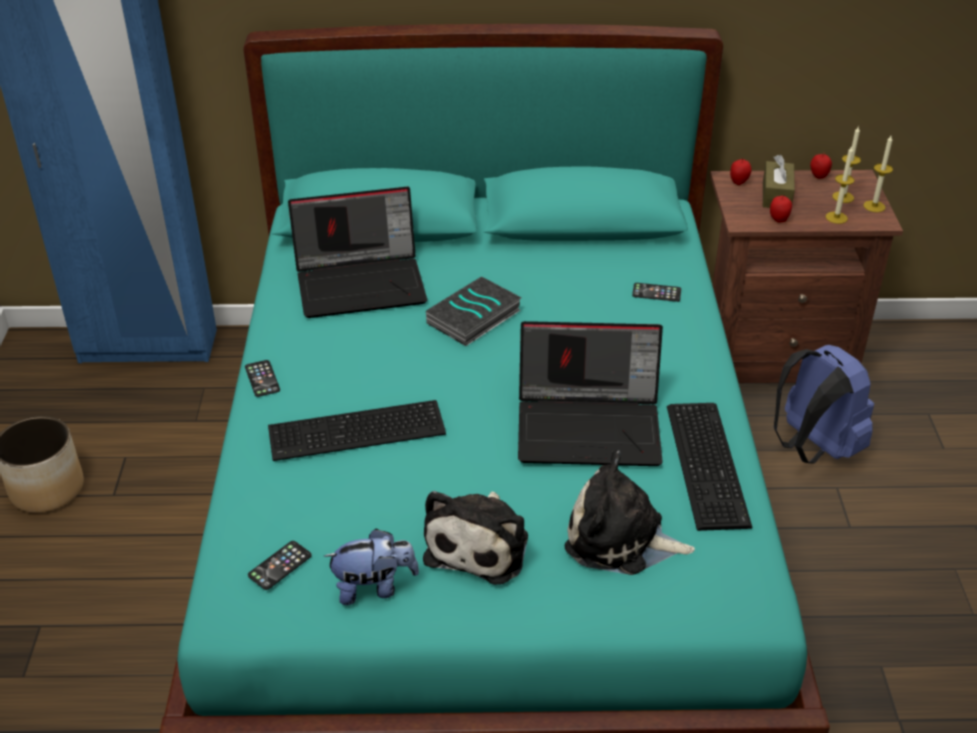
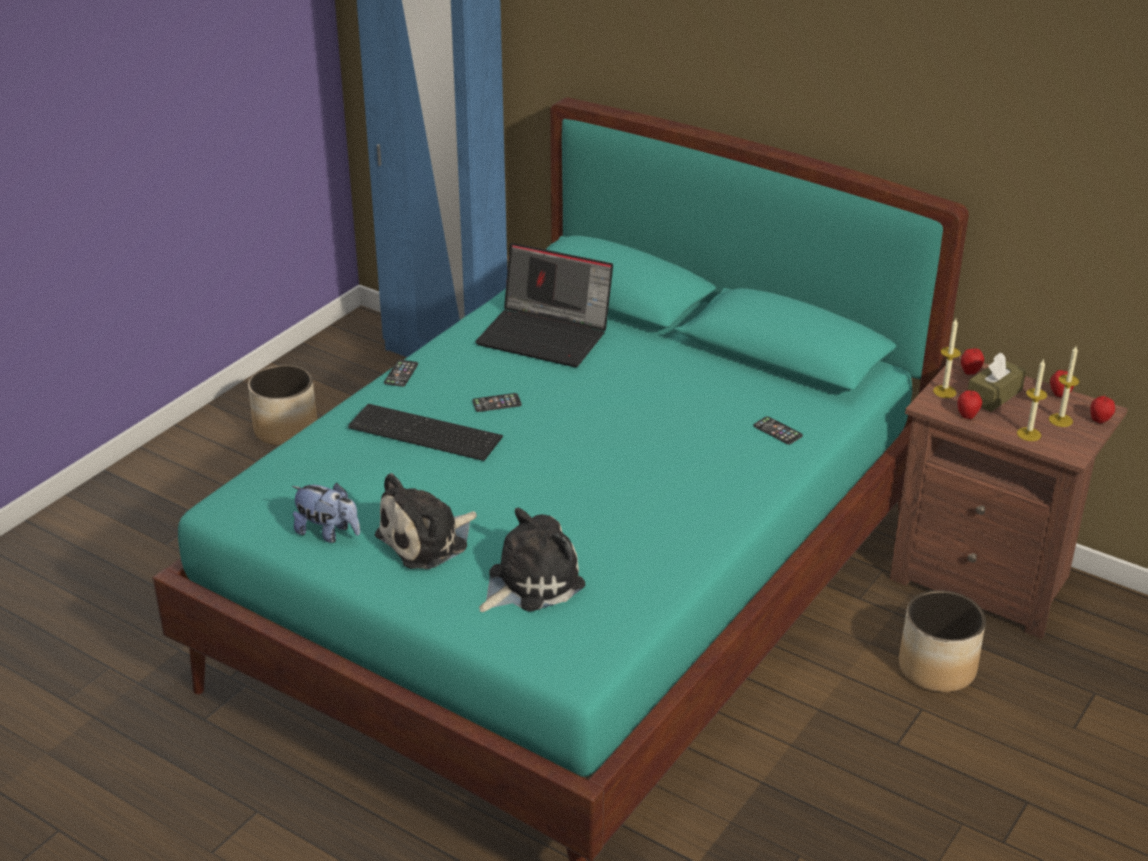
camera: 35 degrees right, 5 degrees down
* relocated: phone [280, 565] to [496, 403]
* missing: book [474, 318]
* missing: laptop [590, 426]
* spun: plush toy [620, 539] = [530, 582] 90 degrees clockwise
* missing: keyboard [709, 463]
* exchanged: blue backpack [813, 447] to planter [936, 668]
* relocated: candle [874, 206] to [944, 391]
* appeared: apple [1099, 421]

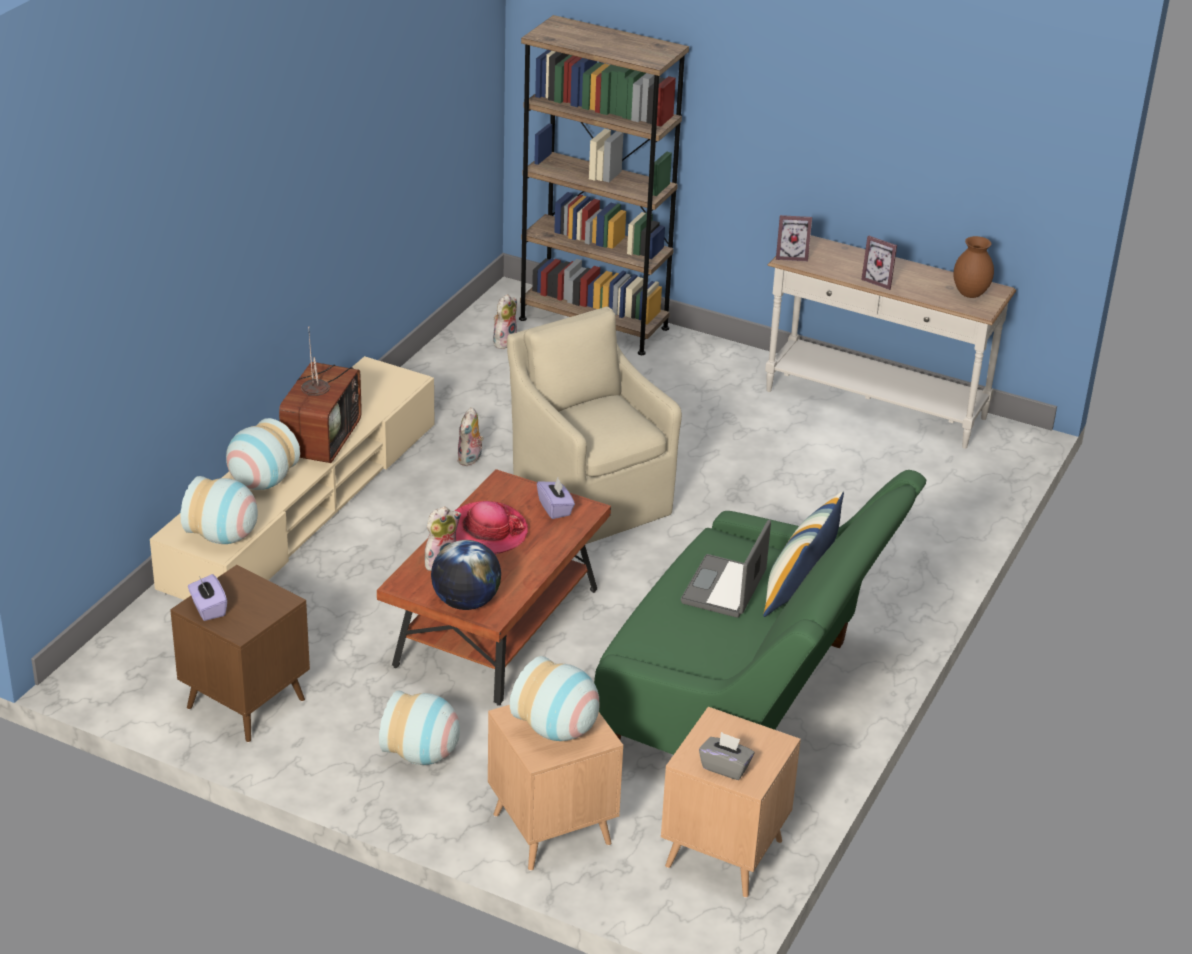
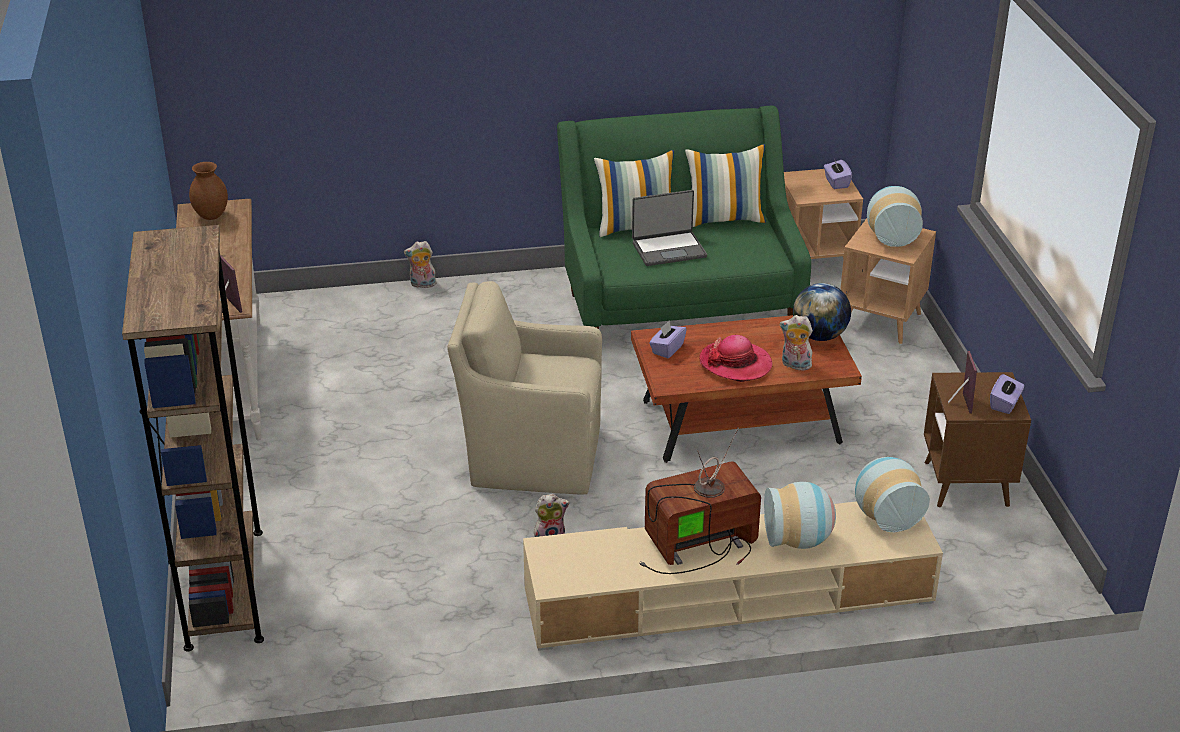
camera: 125 degrees left, 0 degrees up
* missing: vase [423, 755]
* relocated: plush toy [504, 341] to [422, 285]
* spun: beige armchair [589, 498] = [530, 456] 75 degrees clockwise
* colour: grey tissue box [725, 767] to purple tissue box [836, 183]
* relocated: picture frame [880, 281] to [958, 403]
* appeared: pillow [724, 219]

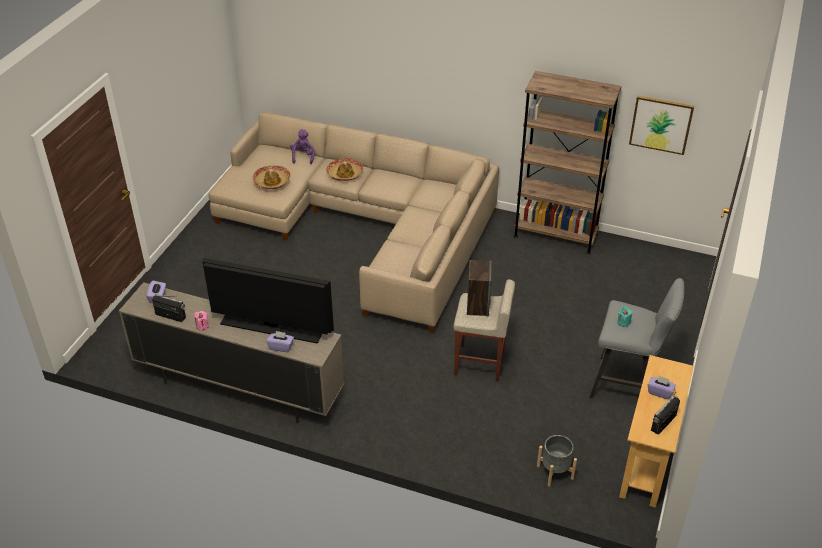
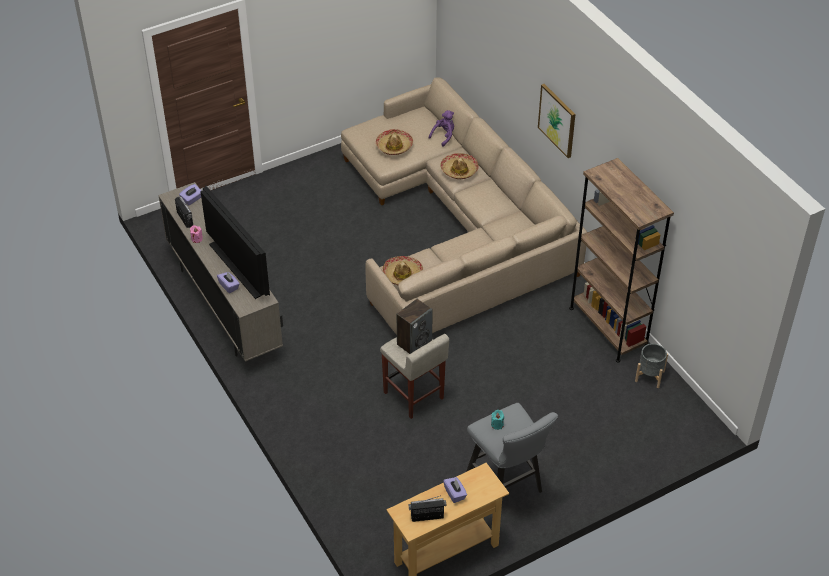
camera: 40 degrees right, 5 degrees up
* relocated: grey planter [555, 472] to [649, 376]
* relocated: picture [661, 124] to [557, 120]
* appeared: hat [402, 275]

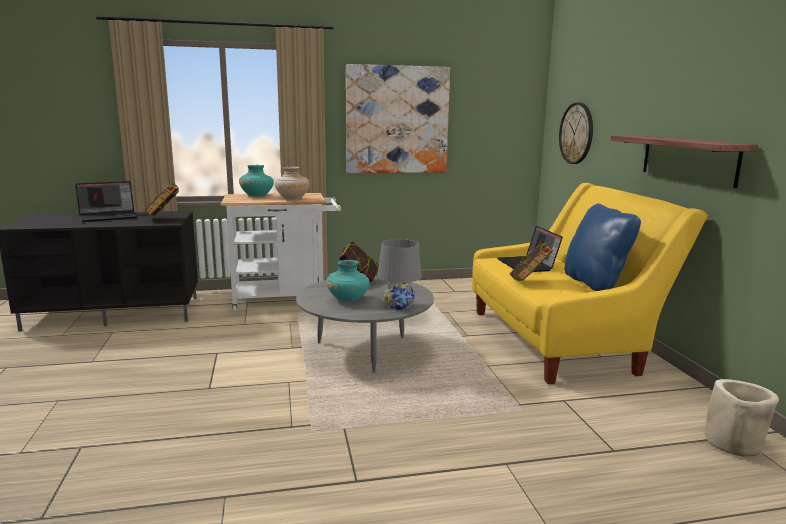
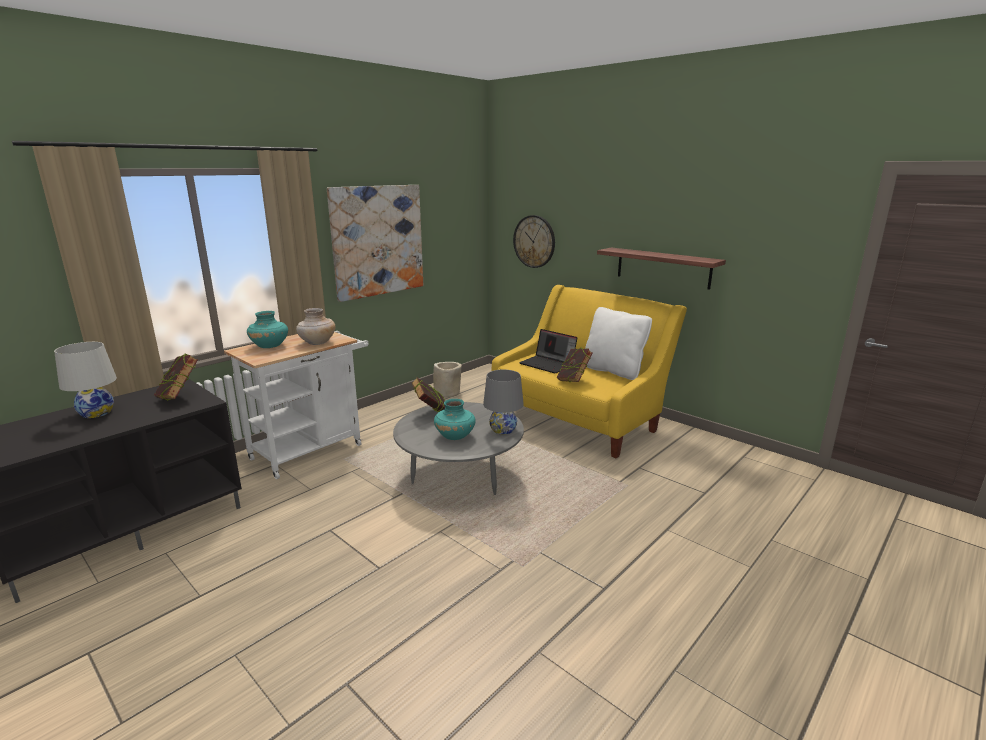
camera: 35 degrees left, 5 degrees up
* exchanged: laptop [109, 217] to white table lamp [96, 413]
* colour: blue pillow [595, 284] to white pillow [613, 371]
* relocated: beige planter [734, 444] to [447, 393]

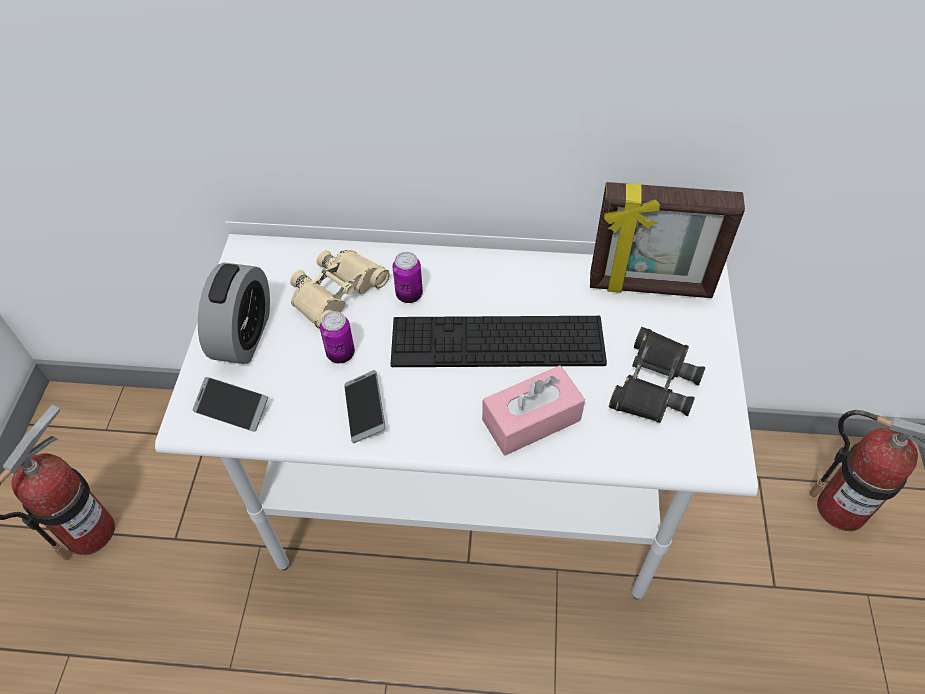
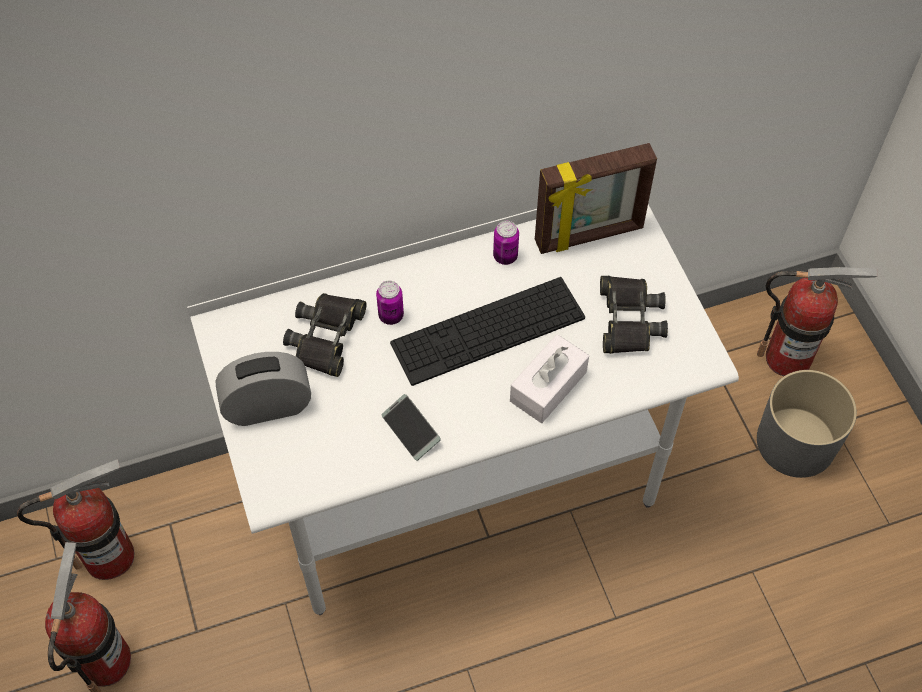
camera: 25 degrees left, 5 degrees up
* missing: phone [232, 408]
* spun: alarm clock [244, 336] = [268, 407] 90 degrees counterclockwise
* colour: beige binoculars [337, 293] to black binoculars [326, 337]
* relocated: can [340, 354] to [505, 256]
* colour: pink tissue box [531, 420] to white tissue box [548, 386]
* appeared: fire extinguisher [109, 556]
* appeared: grey planter [796, 442]

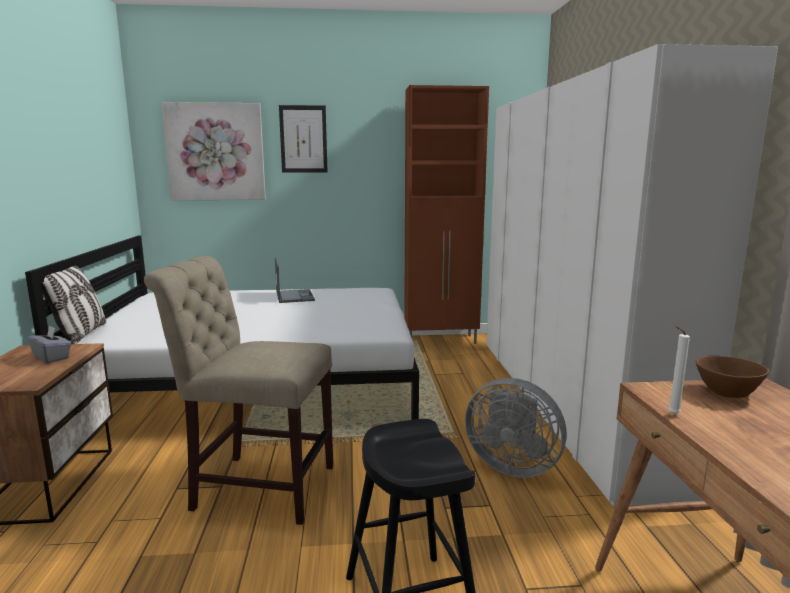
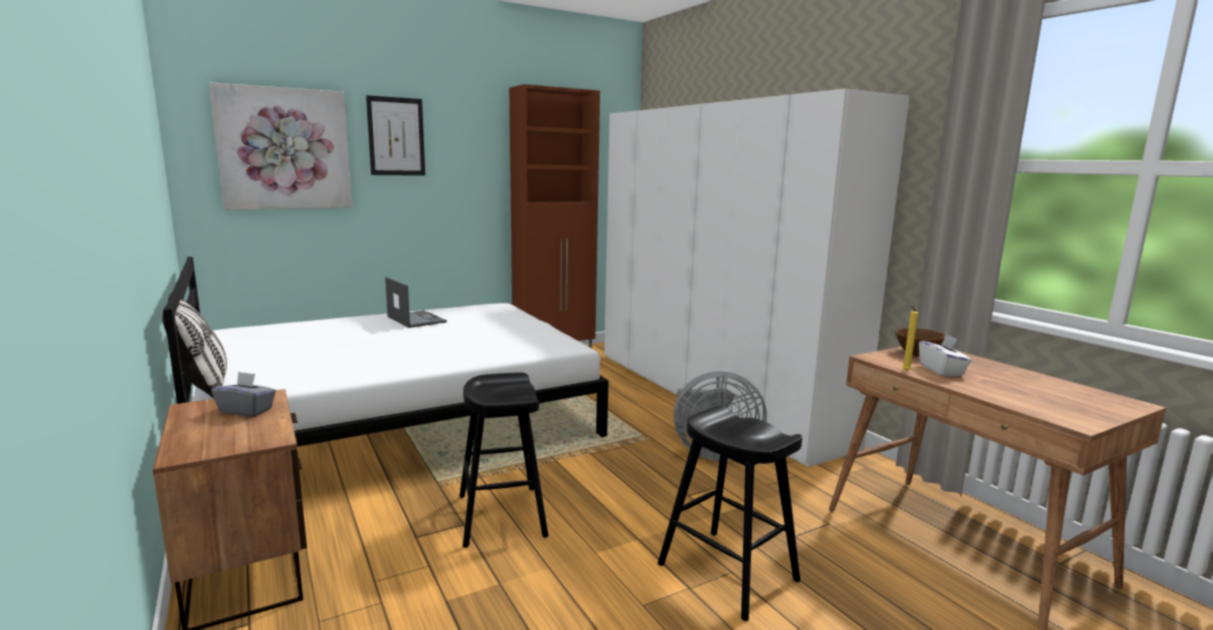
camera: 25 degrees left, 0 degrees up
* exchanged: beige chair [257, 486] to black stool [501, 516]
* colour: white candle [671, 414] to yellow candle [905, 371]
* appeared: white tissue box [942, 370]

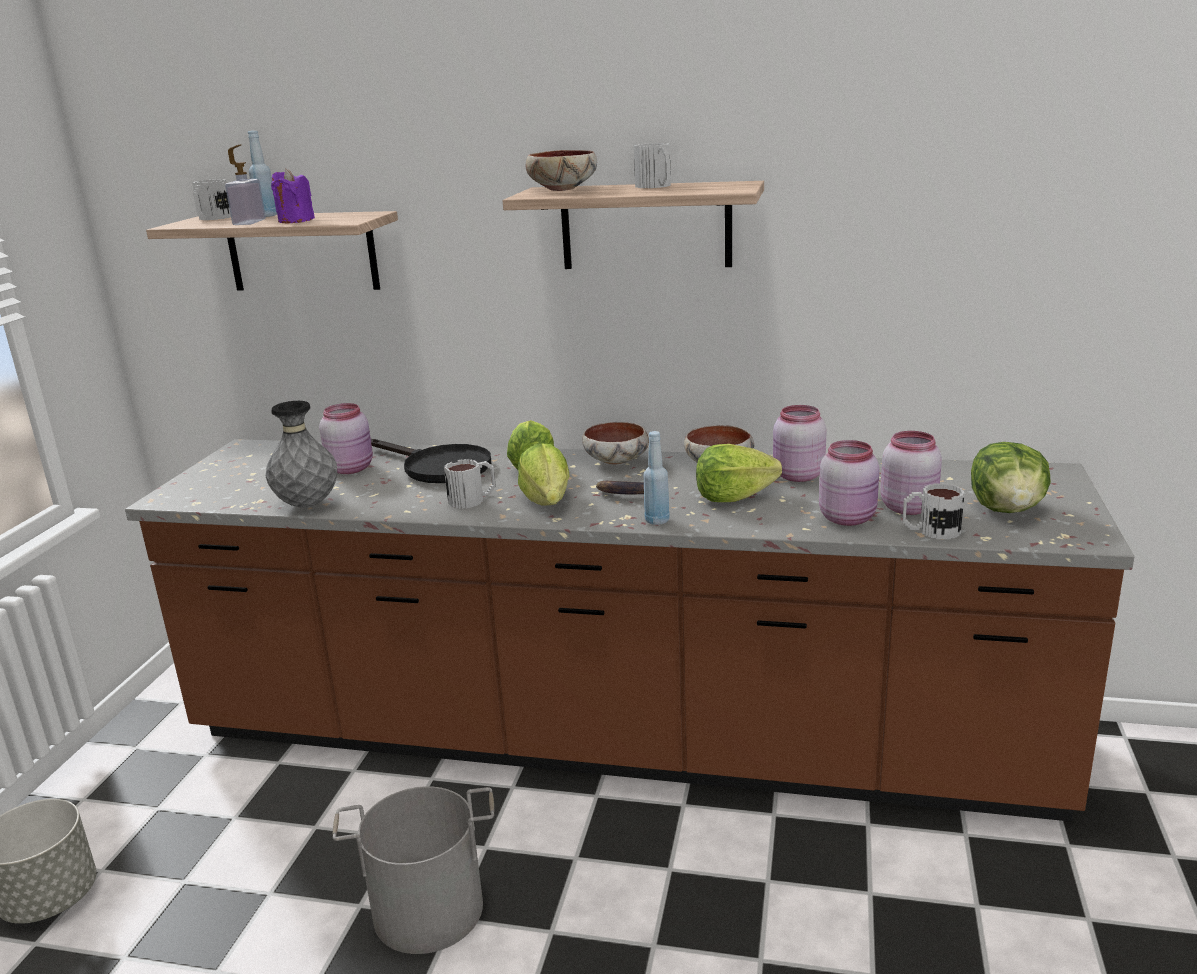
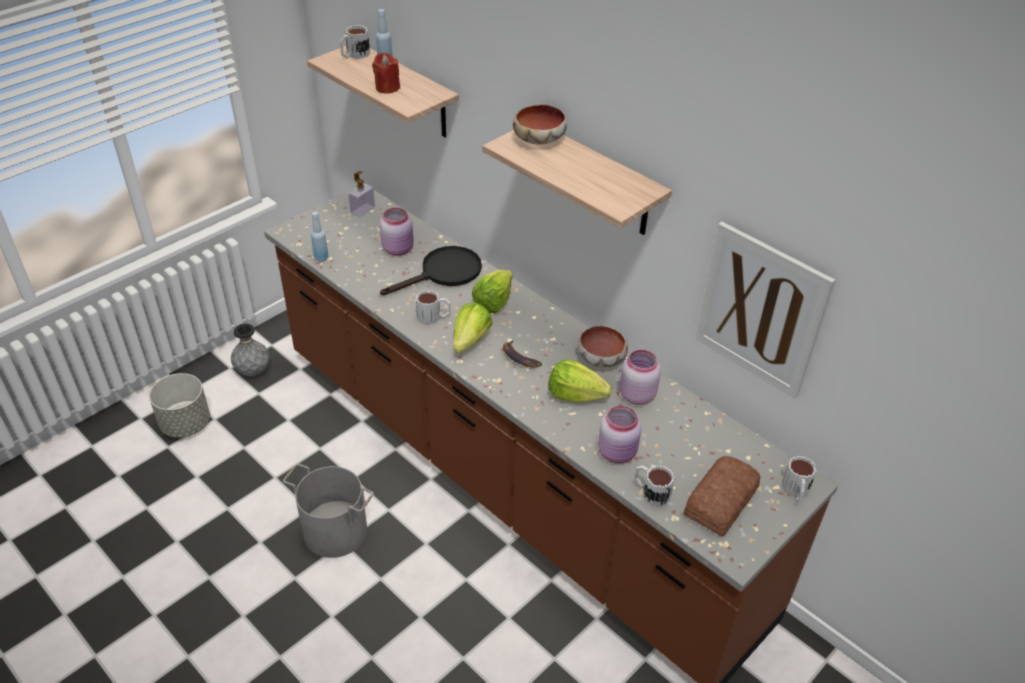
camera: 30 degrees right, 20 degrees up
* relocated: soap dispenser [249, 222] to [363, 210]
* relocated: grey vase [308, 505] to [253, 371]
* colour: purple candle [295, 220] to red candle [387, 88]
* spun: black frying pan [438, 467] = [444, 273] 105 degrees counterclockwise
* missing: bowl [617, 461]
* relocated: mug [656, 186] to [795, 491]
* relocated: blue bottle [657, 520] to [321, 258]
* missing: pink jar [908, 507]
* exchanged: lettuce [1007, 510] to bread [723, 501]
* appeared: picture [760, 310]

